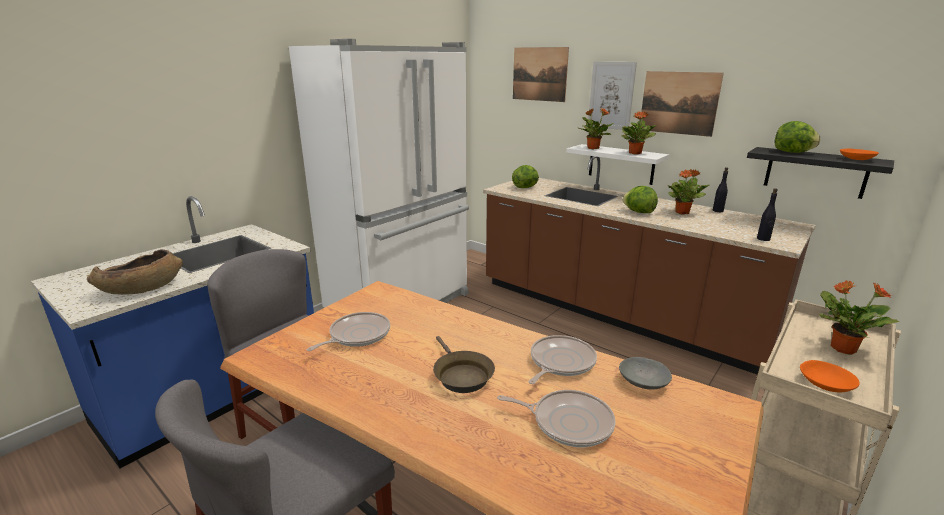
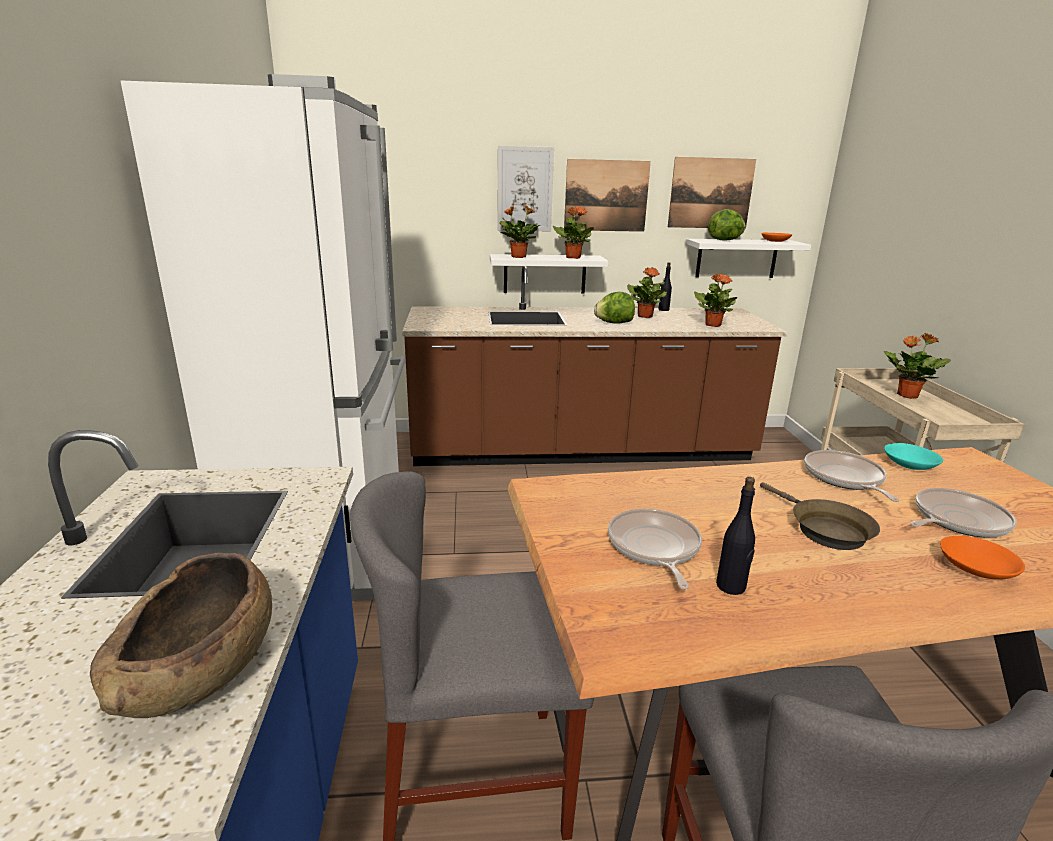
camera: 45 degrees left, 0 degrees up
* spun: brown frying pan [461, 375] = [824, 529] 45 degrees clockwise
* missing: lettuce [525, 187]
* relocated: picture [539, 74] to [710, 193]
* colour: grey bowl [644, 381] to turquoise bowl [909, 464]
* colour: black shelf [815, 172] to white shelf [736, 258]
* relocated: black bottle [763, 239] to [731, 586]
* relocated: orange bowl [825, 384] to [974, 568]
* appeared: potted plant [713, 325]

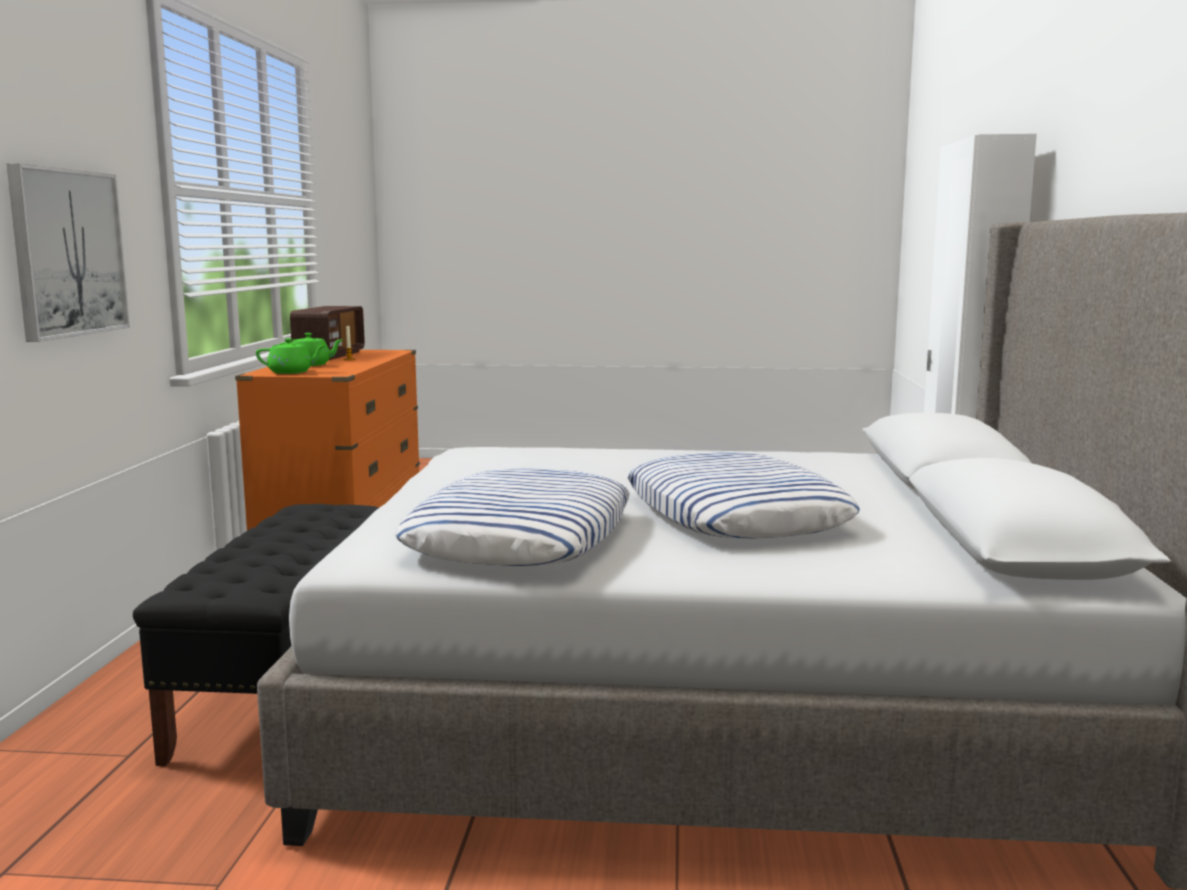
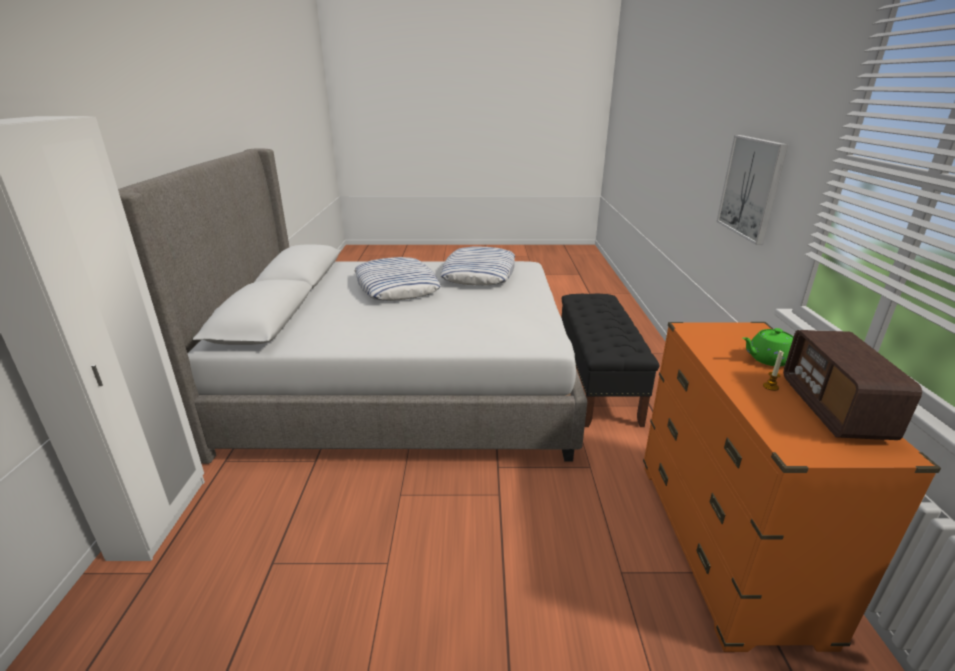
camera: 175 degrees right, 15 degrees up
* missing: green teapot [291, 372]

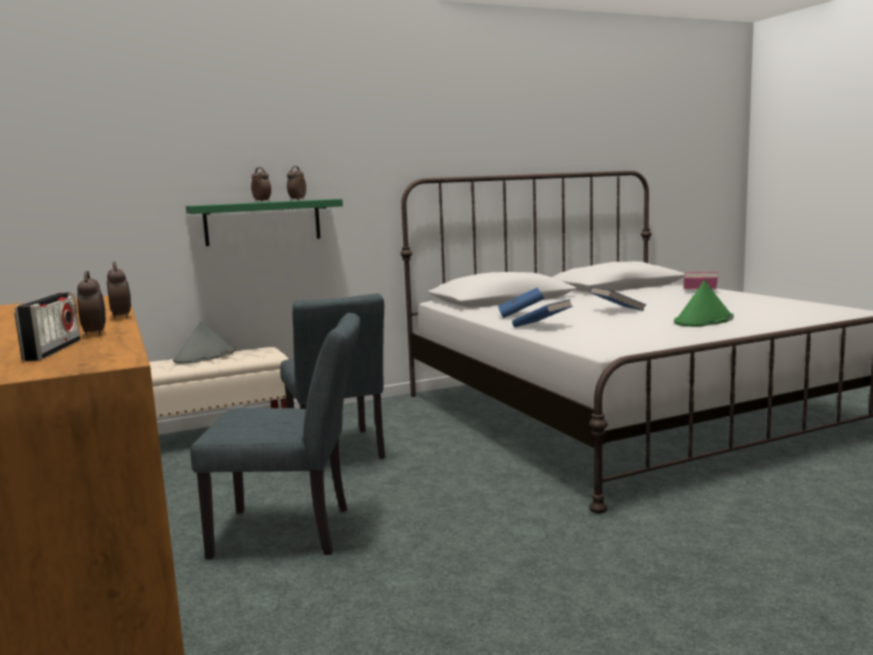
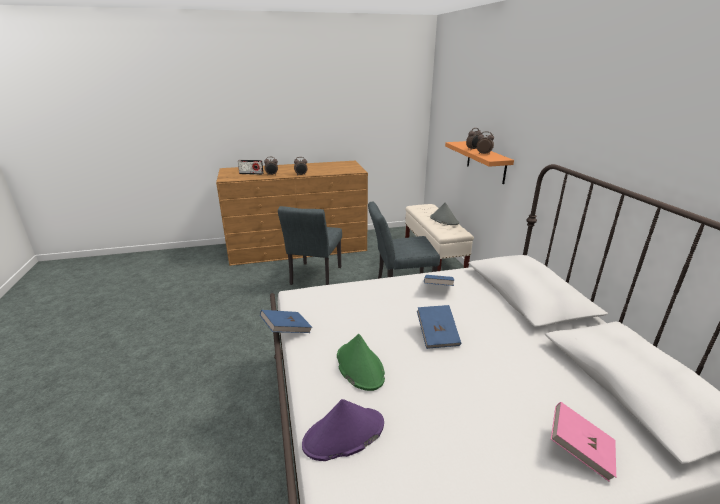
camera: 100 degrees right, 15 degrees up
* colour: green shelf [263, 222] to orange shelf [486, 162]
* relocated: blue book [542, 326] to [286, 330]
* appeared: purple hat [343, 434]

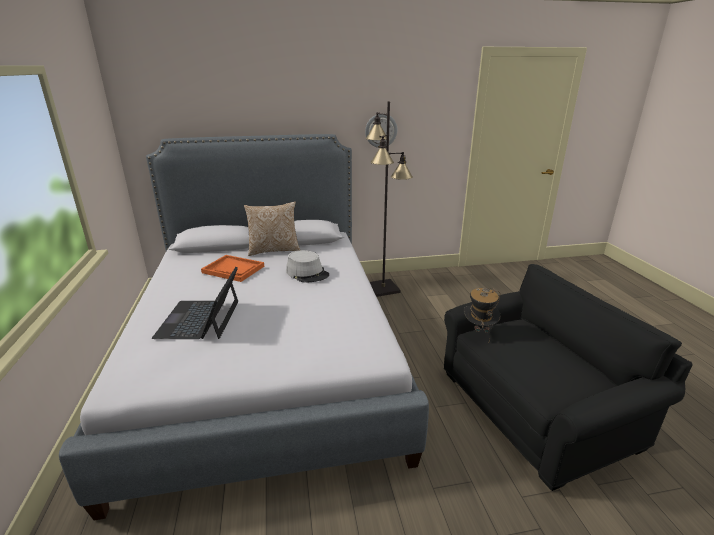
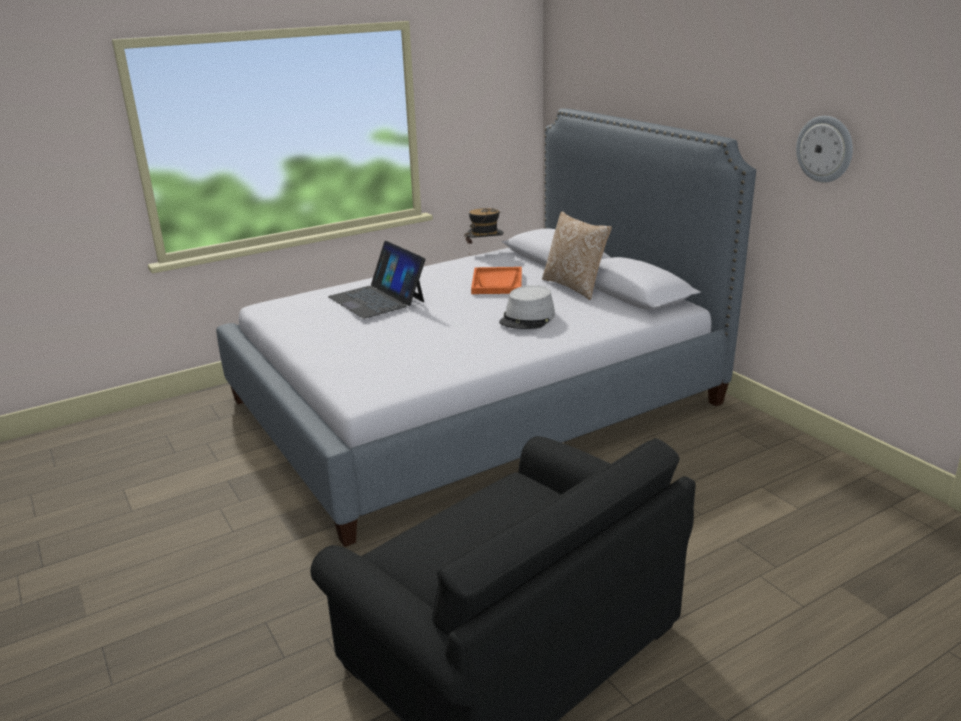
camera: 70 degrees right, 0 degrees up
* spun: laptop [200, 319] = [377, 299] 105 degrees counterclockwise
* missing: black floor lamp [383, 288]
* relocated: hat [479, 332] to [485, 251]

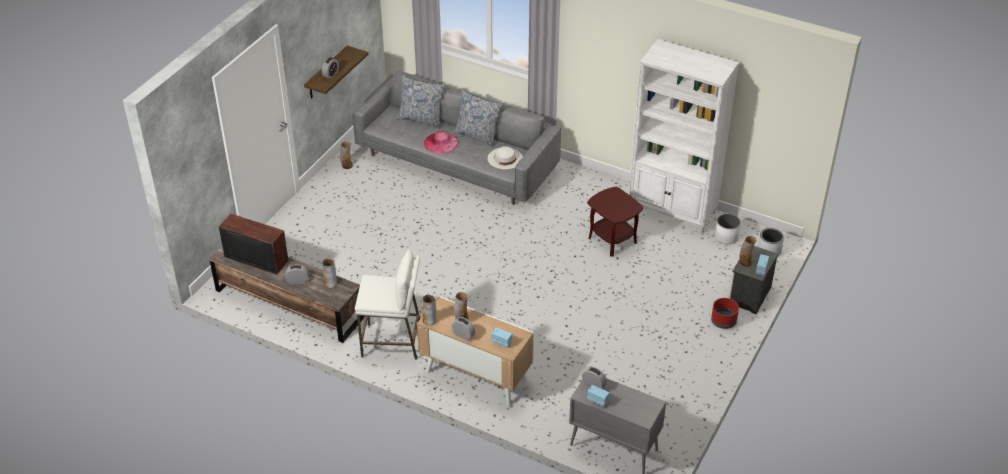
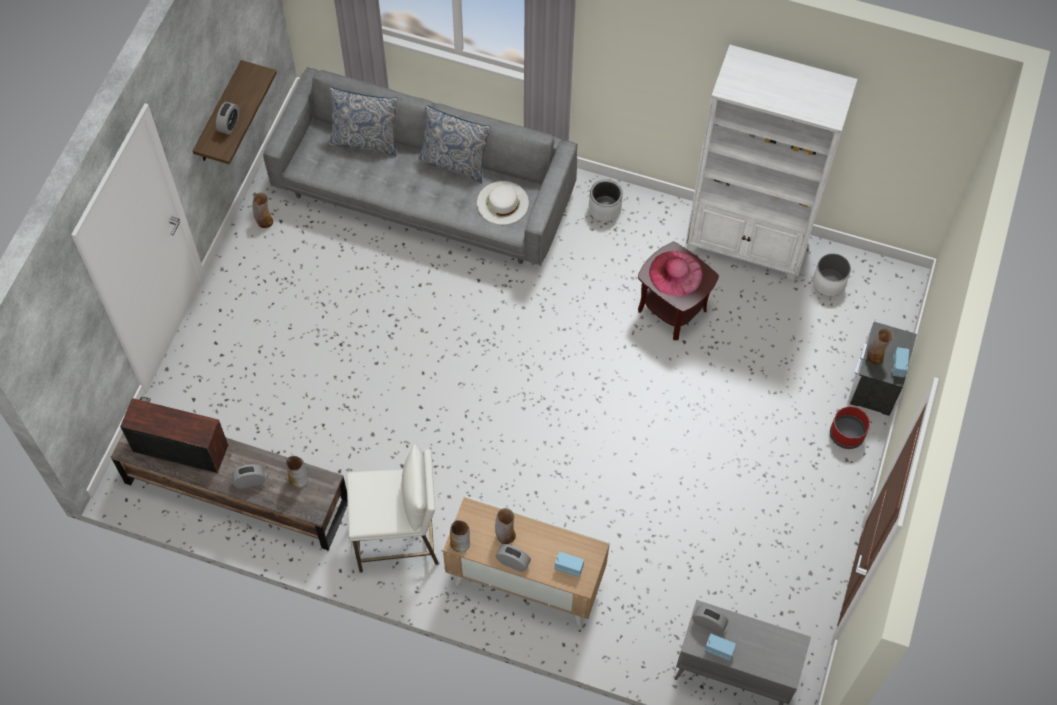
camera: 10 degrees left, 20 degrees up
* relocated: pink hat [441, 142] to [675, 273]
* relocated: grey planter [769, 251] to [605, 208]

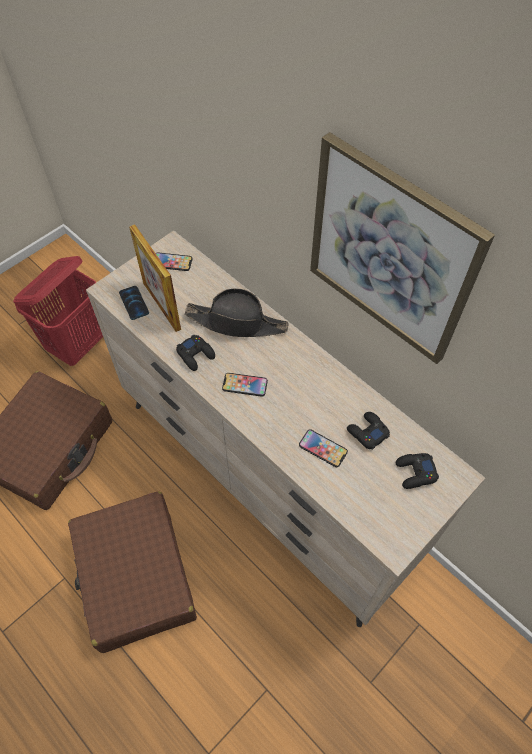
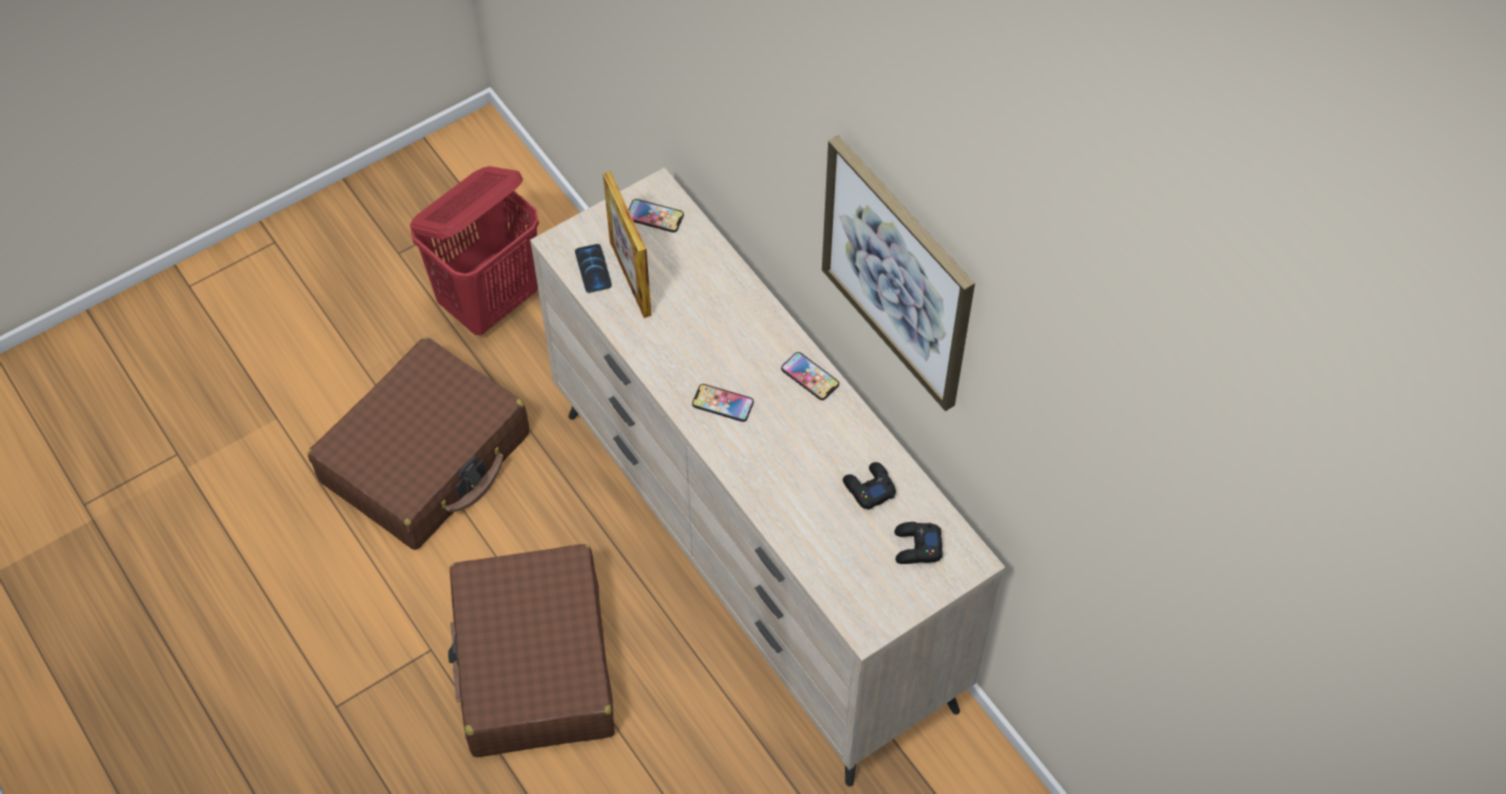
camera: 10 degrees right, 0 degrees up
* missing: black game controller [196, 355]
* missing: black hat [237, 323]
* relocated: phone [323, 448] to [810, 377]

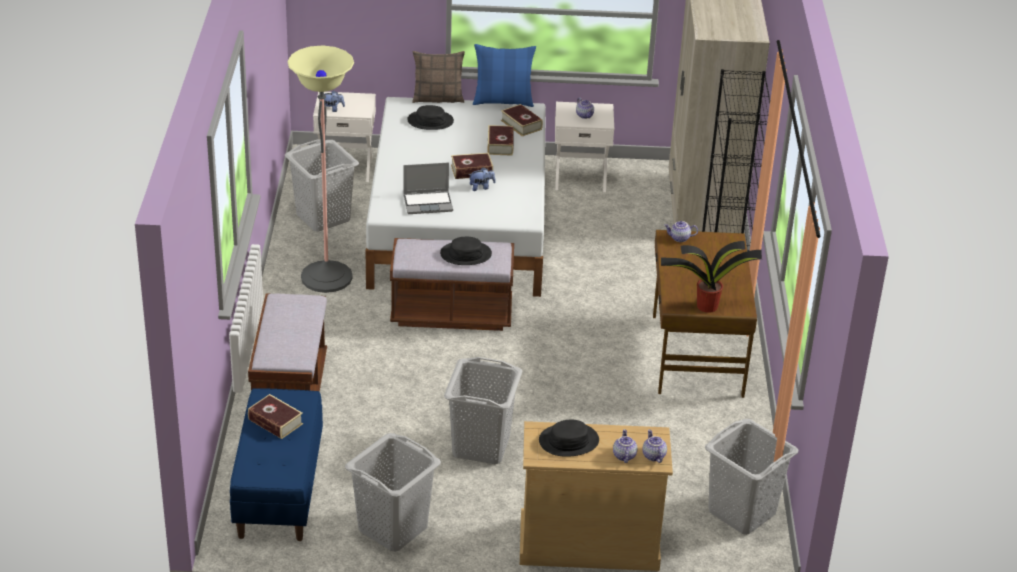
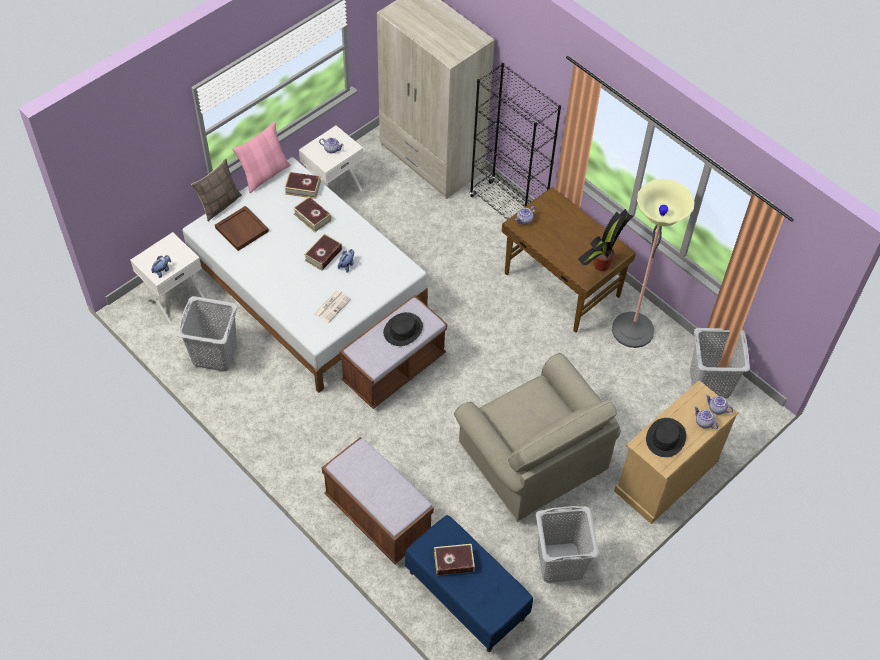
camera: 45 degrees left, 20 degrees up
* relocated: floor lamp [326, 277] to [632, 330]
* exchanged: laptop [428, 203] to newspaper [332, 306]
* exchanged: black hat [430, 121] to brown tray [241, 229]
* exchanged: grey laundry basket [480, 446] to beige armchair [532, 458]
* colour: blue pillow [503, 101] to pink pillow [265, 174]

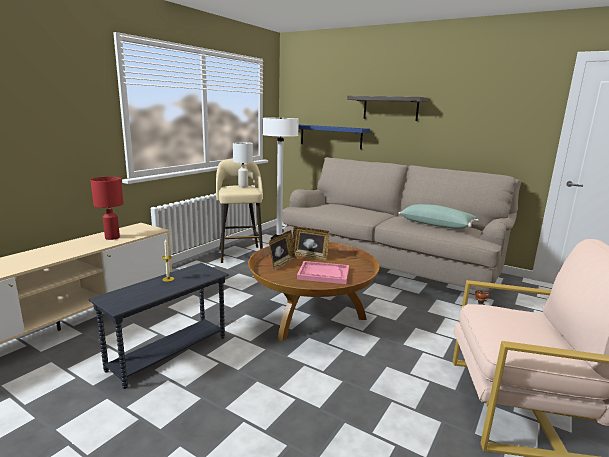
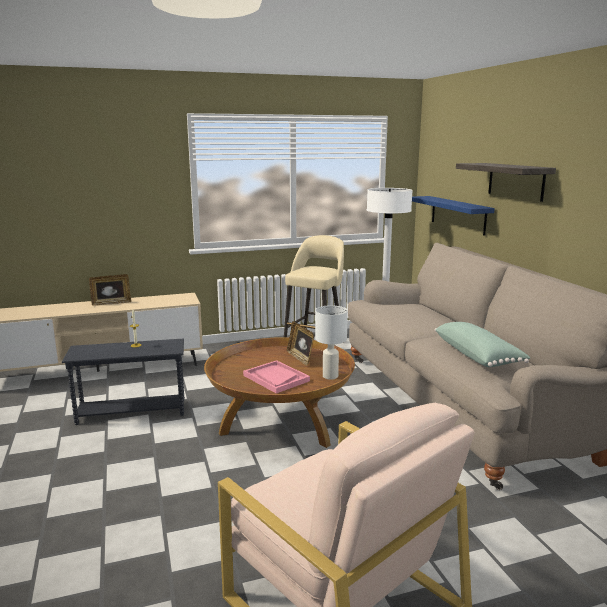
camera: 40 degrees right, 0 degrees up
* missing: red table lamp [112, 237]
* relocated: white table lamp [243, 186] to [330, 376]
* relocated: picture frame [281, 264] to [111, 303]

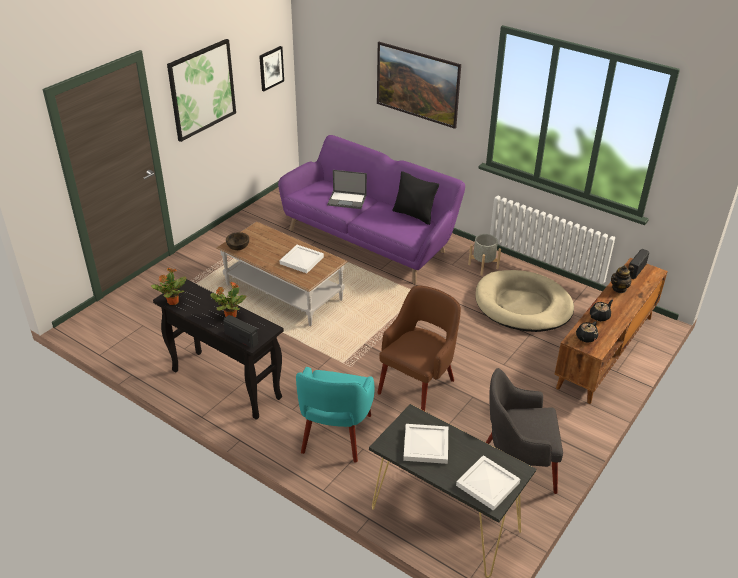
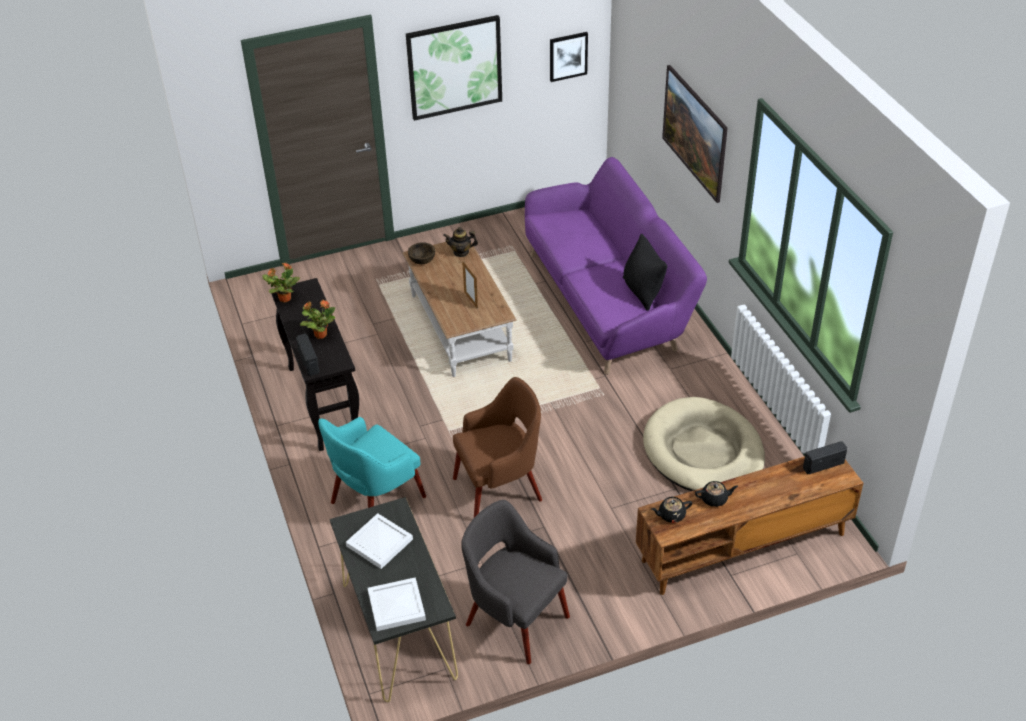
camera: 35 degrees right, 5 degrees up
* exchanged: white tray [302, 260] to picture frame [471, 300]
* missing: laptop [347, 200]
* missing: grey planter [483, 266]
* relocated: teapot [619, 288] to [461, 252]

